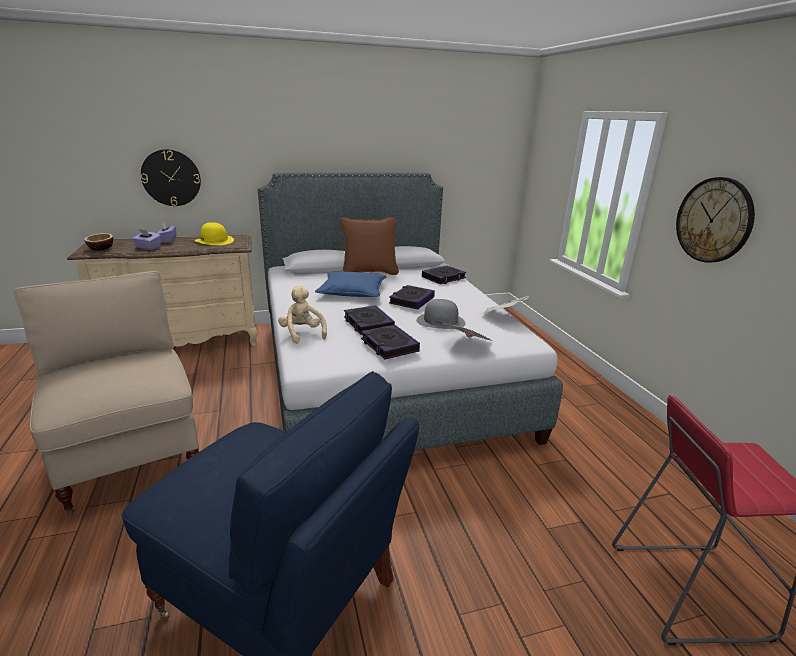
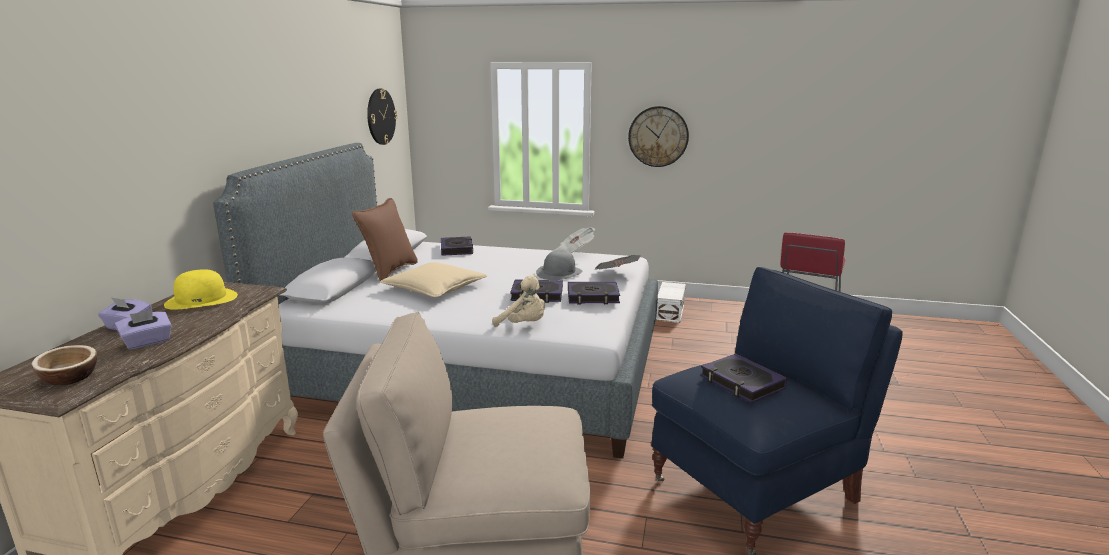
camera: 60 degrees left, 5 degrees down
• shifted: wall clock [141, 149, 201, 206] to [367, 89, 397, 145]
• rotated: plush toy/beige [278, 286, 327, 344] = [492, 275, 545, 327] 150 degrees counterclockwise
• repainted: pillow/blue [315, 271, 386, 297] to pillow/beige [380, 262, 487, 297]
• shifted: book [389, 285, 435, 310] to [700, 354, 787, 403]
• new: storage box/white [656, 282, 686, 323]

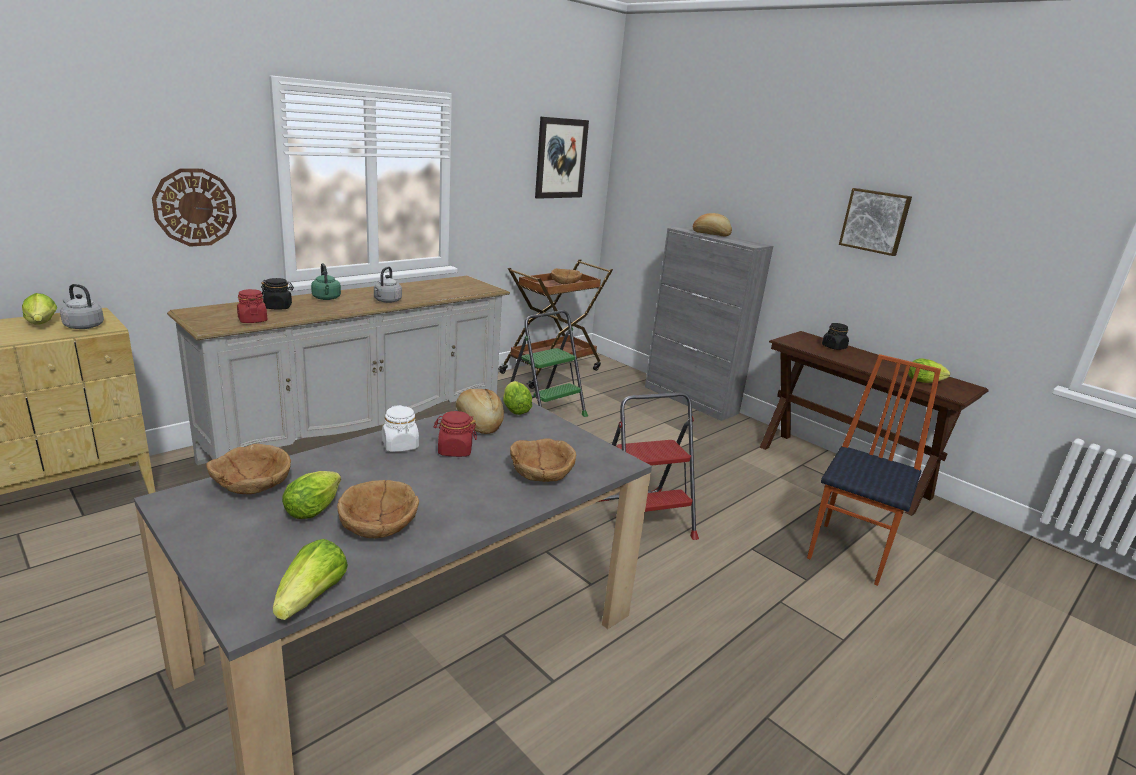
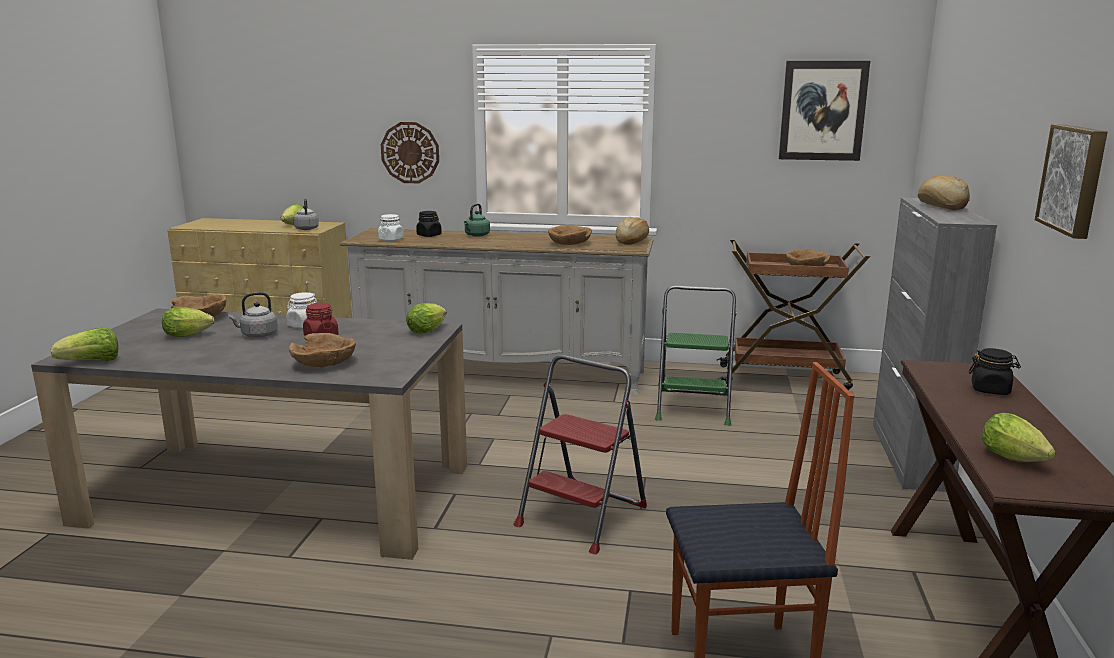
camera: 55 degrees right, 5 degrees down
• repainted: jar/red [237, 289, 268, 323] to jar/white [378, 214, 404, 241]
• shifted: bowl/brown [337, 480, 419, 539] to [548, 225, 592, 245]
• shifted: kettle/grey [374, 266, 402, 303] to [228, 292, 278, 338]
• shifted: bread [456, 389, 504, 434] to [616, 217, 649, 245]

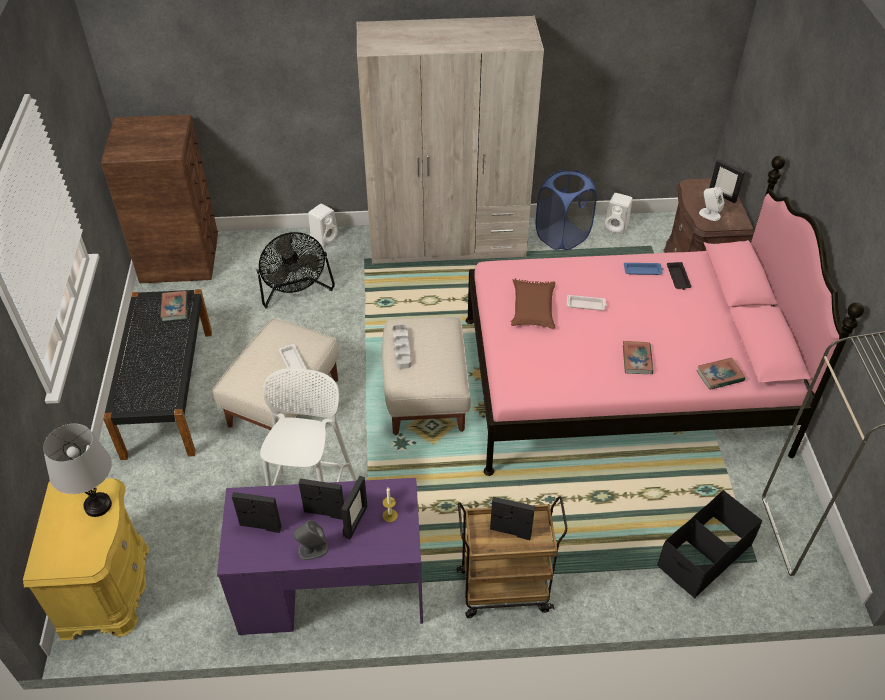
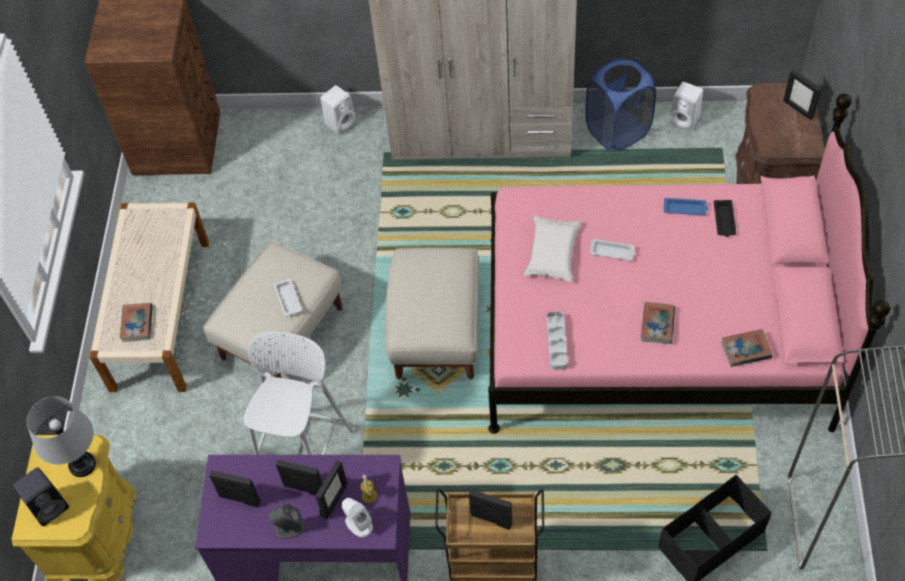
camera: 10 degrees right, 10 degrees up
• repainted: bench/black [103, 289, 212, 460] to bench/beige [89, 202, 209, 392]
• shifted: book [160, 291, 188, 321] to [120, 303, 153, 342]
• gone: fan/black [256, 232, 335, 308]
• shifted: tray/grey [393, 325, 412, 369] to [547, 311, 568, 370]
• repainted: pillow/brown [511, 278, 555, 329] to pillow/white [524, 215, 581, 282]
• shifted: speaker/white [699, 187, 724, 221] to [342, 498, 373, 537]
• new: speaker/black [13, 467, 69, 526]

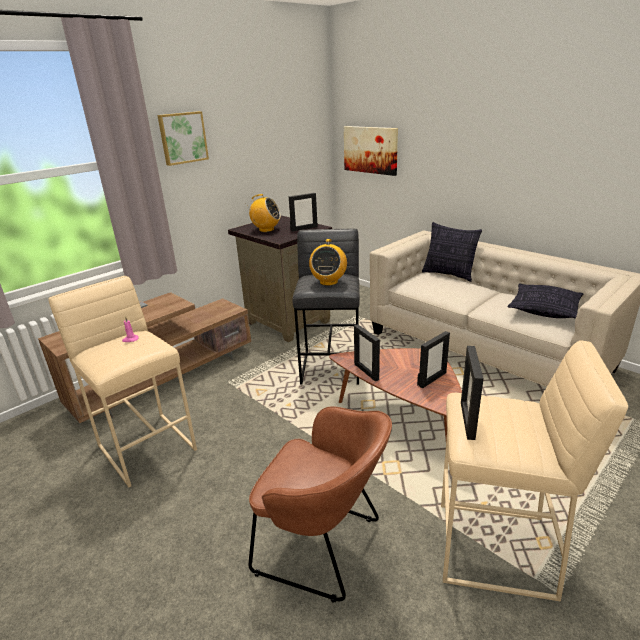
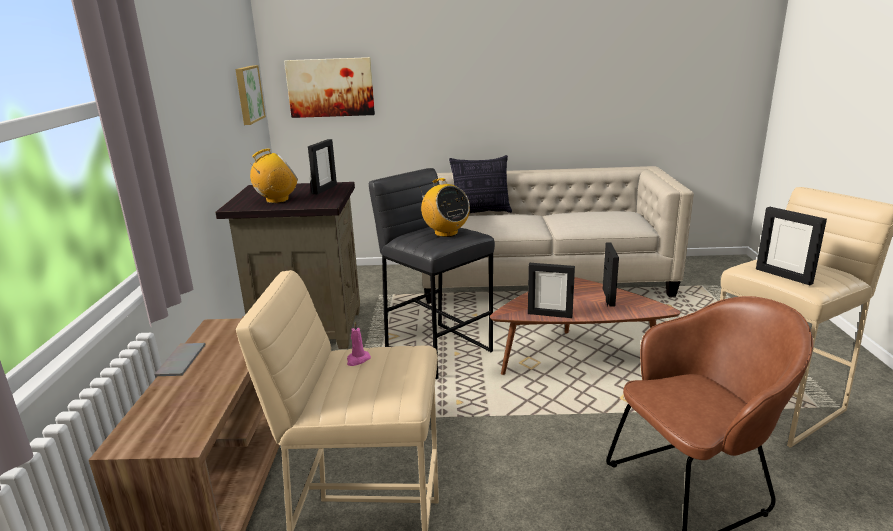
camera: 45 degrees left, 5 degrees down
• shifted: picture [157, 111, 209, 166] to [235, 65, 266, 125]
• gone: pillow [507, 283, 583, 319]

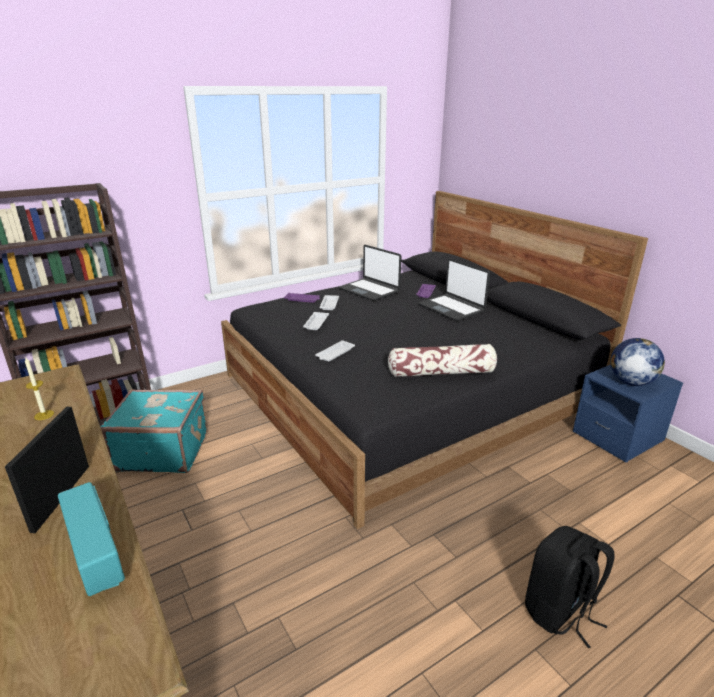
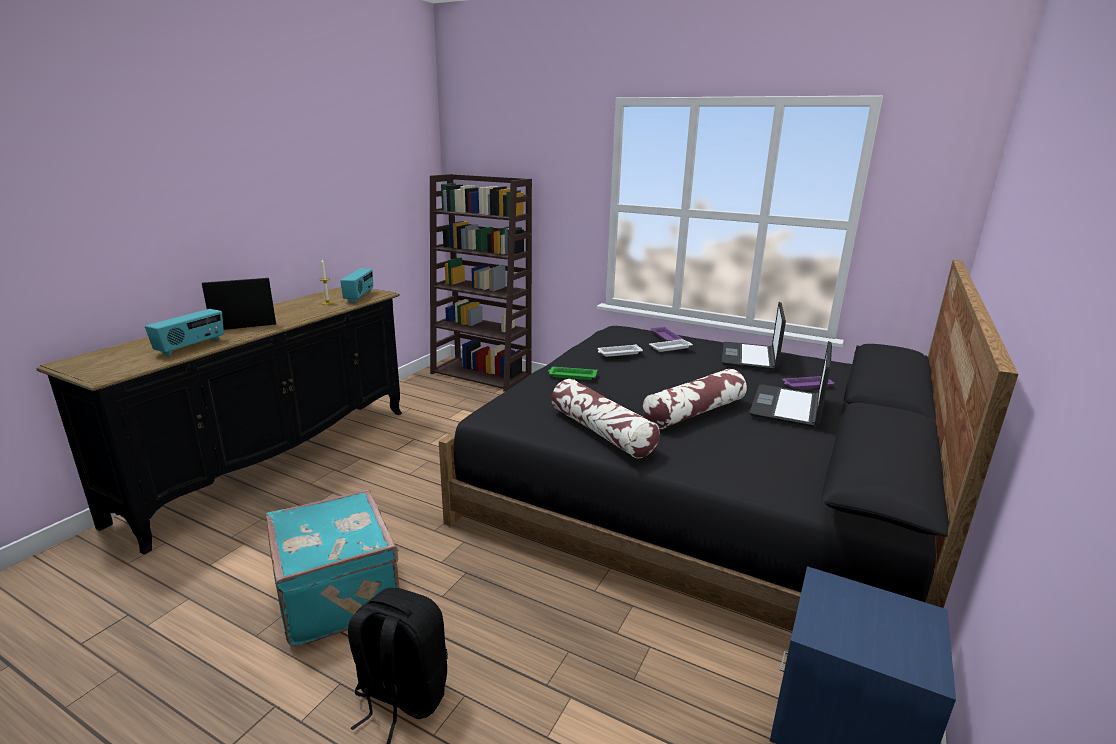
camera: 60 degrees right, 5 degrees down
• shifted: suitcase/turquoise [100, 389, 207, 473] to [266, 489, 399, 647]
• repainted: tray/white [315, 340, 355, 362] to tray/green [548, 367, 597, 380]
• gone: globe [610, 338, 665, 386]
• new: radio [340, 269, 373, 302]
• new: pillow [643, 369, 747, 429]

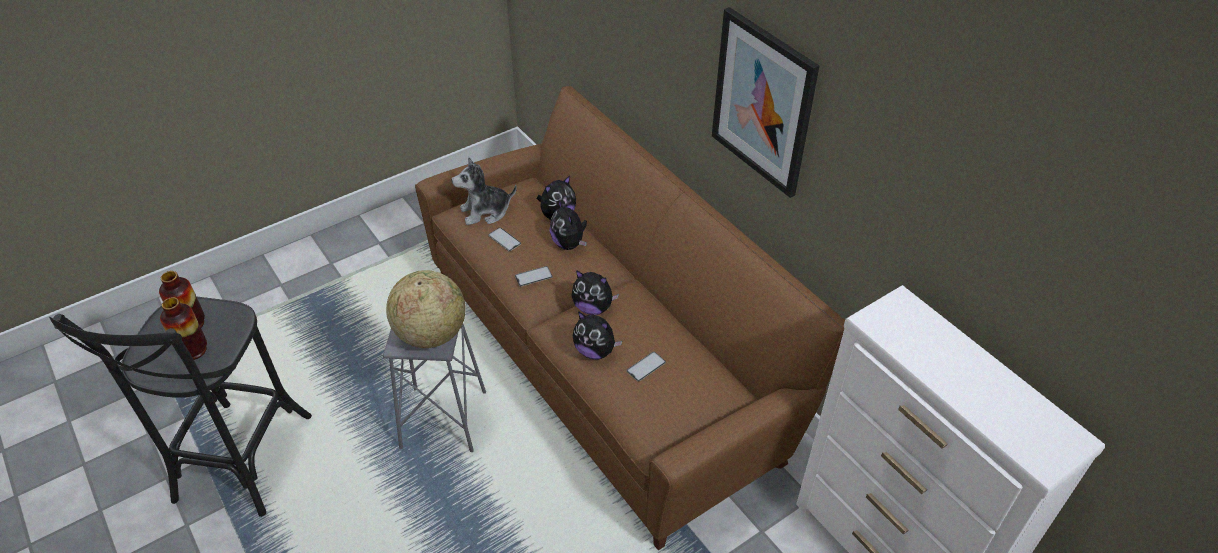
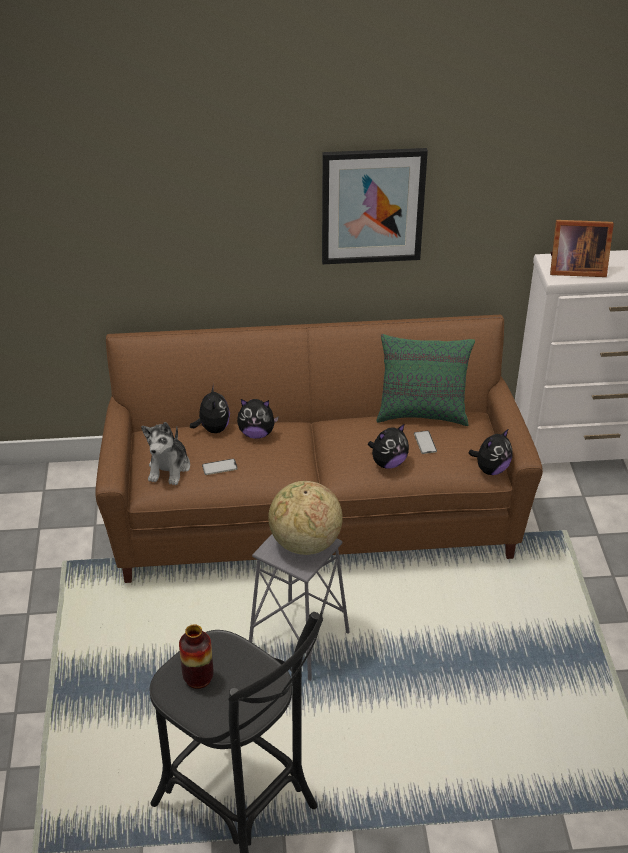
camera: 60 degrees left, 5 degrees down
• gone: vase [160, 297, 207, 360]
• gone: phone [515, 266, 553, 287]
• shifted: plush toy [571, 270, 619, 315] to [469, 429, 513, 475]
• new: pillow/green [377, 334, 475, 426]
• new: picture frame [550, 220, 614, 277]

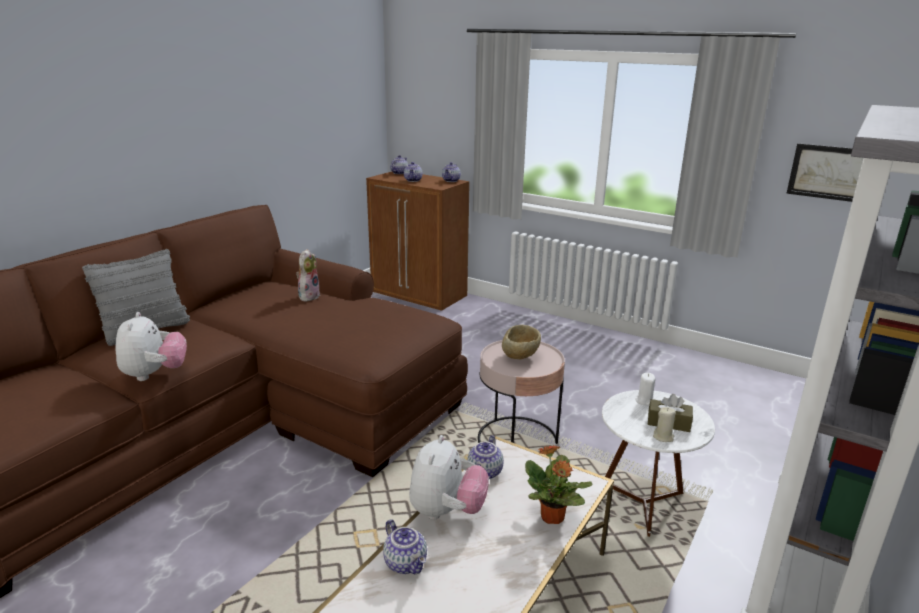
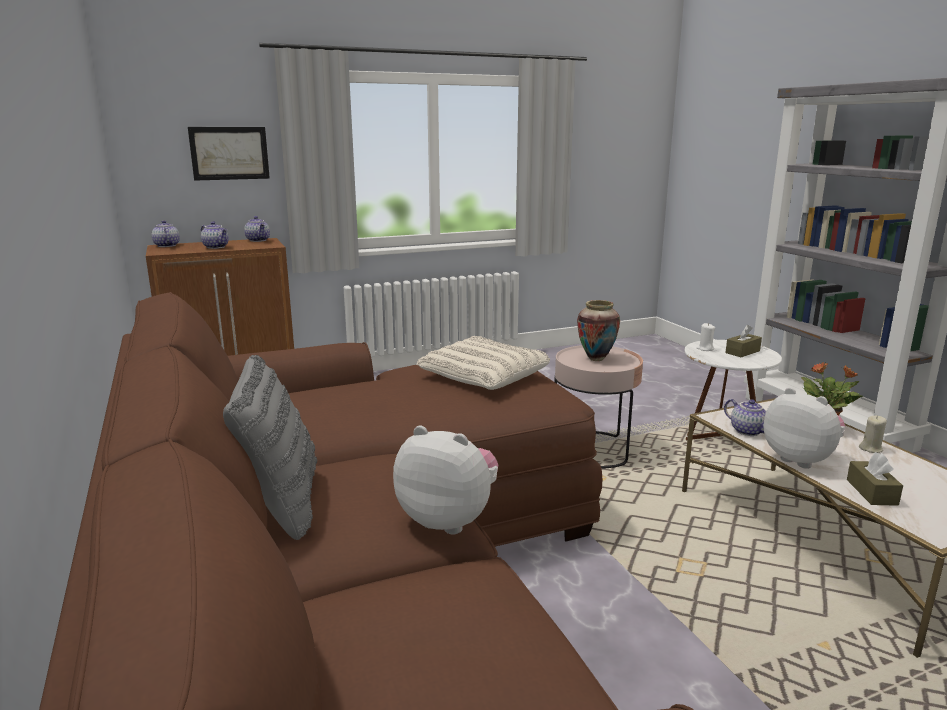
camera: 55 degrees left, 5 degrees down
• gone: plush toy [296, 249, 320, 302]
• swapped: teapot [383, 519, 427, 574] to tissue box/brown [847, 452, 903, 506]
• swapped: bowl/beige [502, 324, 541, 359] to vase [577, 300, 620, 361]
• shifted: candle/beige [653, 407, 675, 442] to [859, 416, 887, 453]
• shifted: picture [786, 143, 863, 202] to [188, 127, 270, 181]
• new: pillow/beige [417, 336, 550, 390]

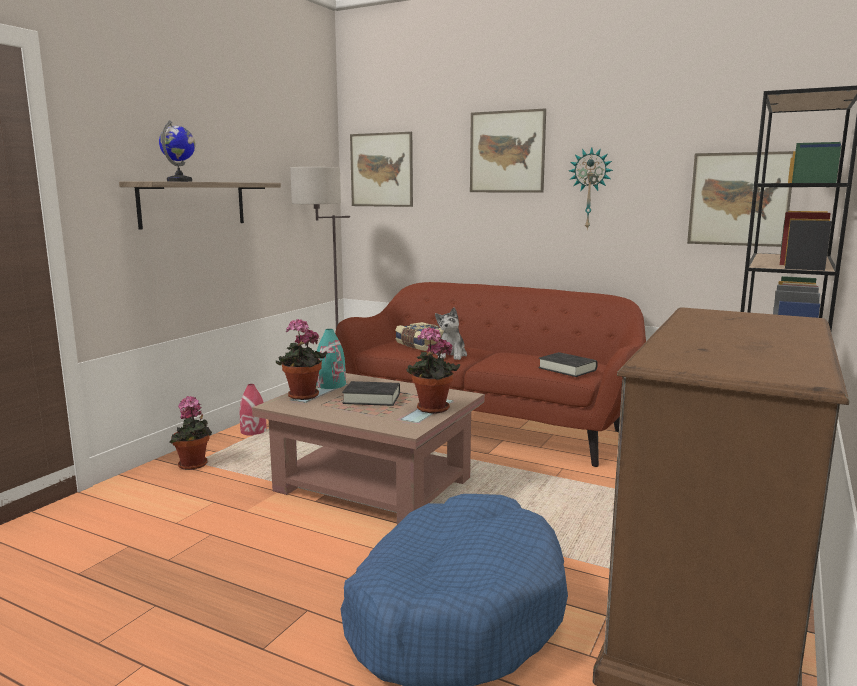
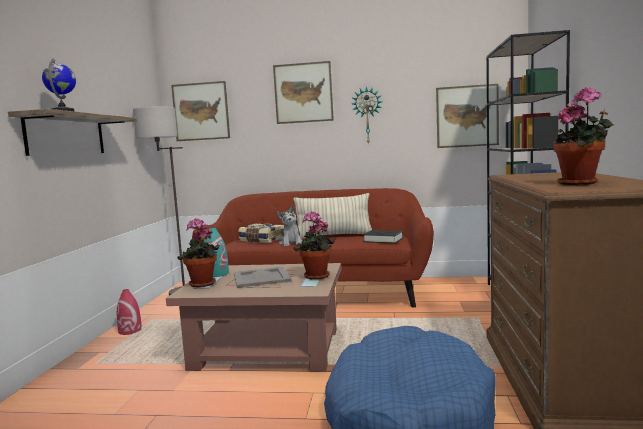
camera: 20 degrees left, 5 degrees down
• shifted: potted plant [169, 396, 212, 470] to [553, 87, 614, 185]
• swapped: book/black [342, 381, 400, 406] to tray/grey [234, 267, 291, 288]
• new: pillow [293, 193, 372, 239]

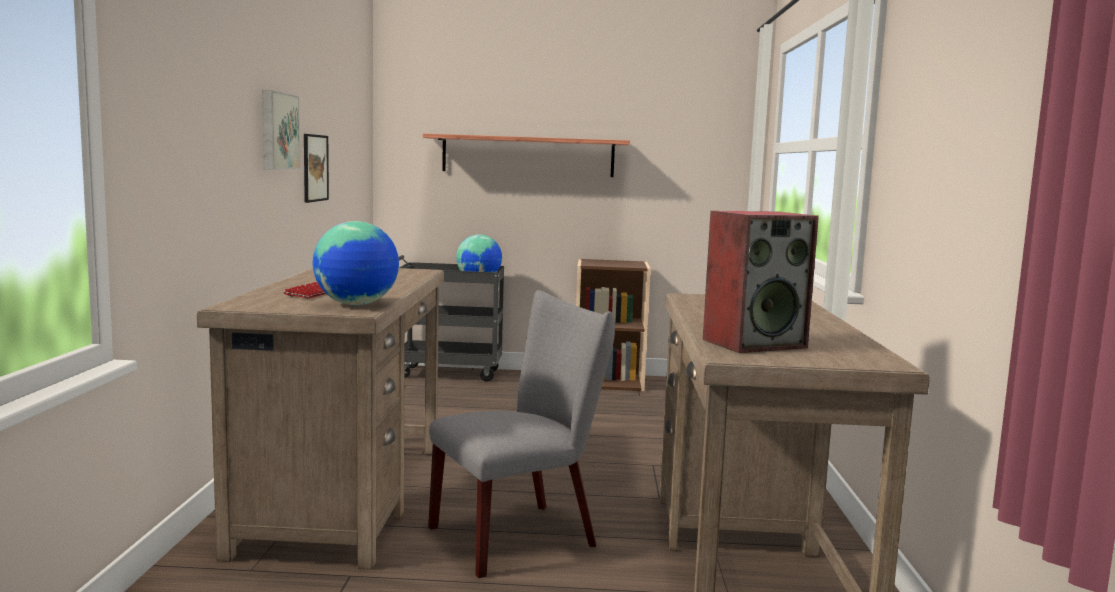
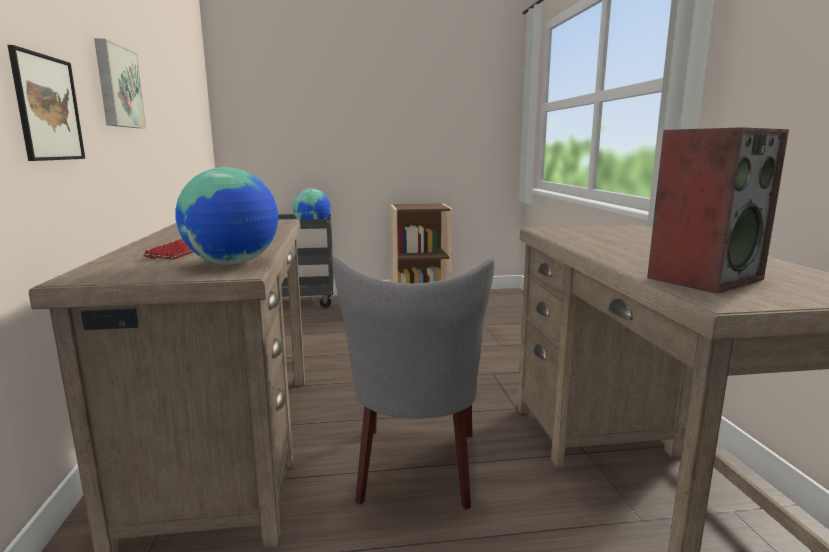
camera: 10 degrees left, 5 degrees up
• shifted: picture [304, 134, 329, 203] to [8, 45, 85, 161]
• gone: shelf [423, 134, 630, 177]
• rotated: chair/grey [428, 290, 615, 578] = [332, 257, 494, 510] 135 degrees clockwise

